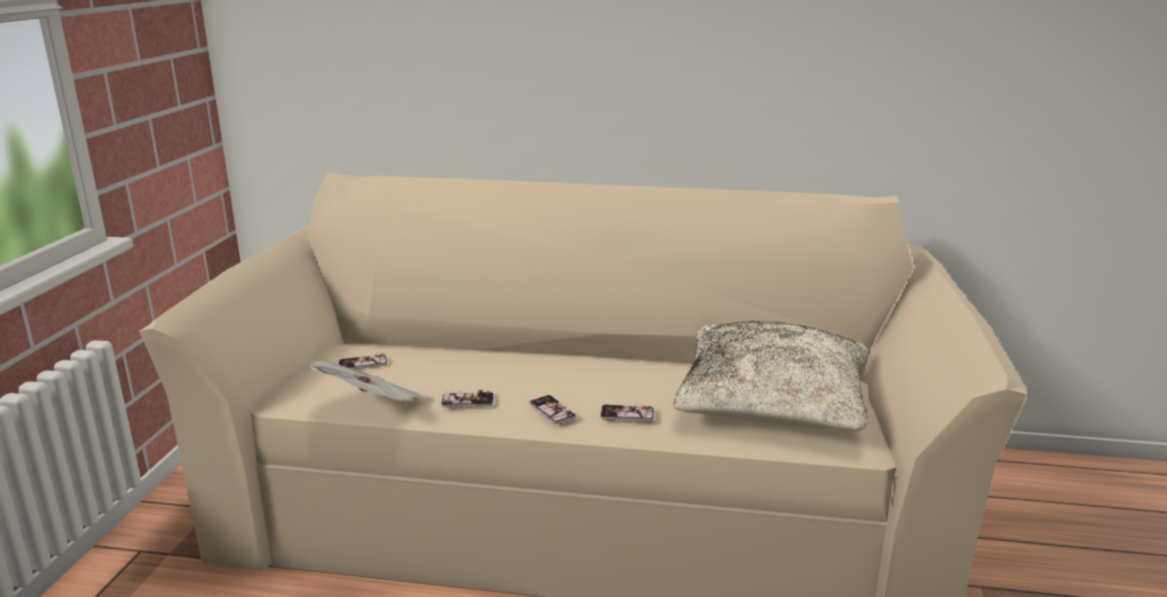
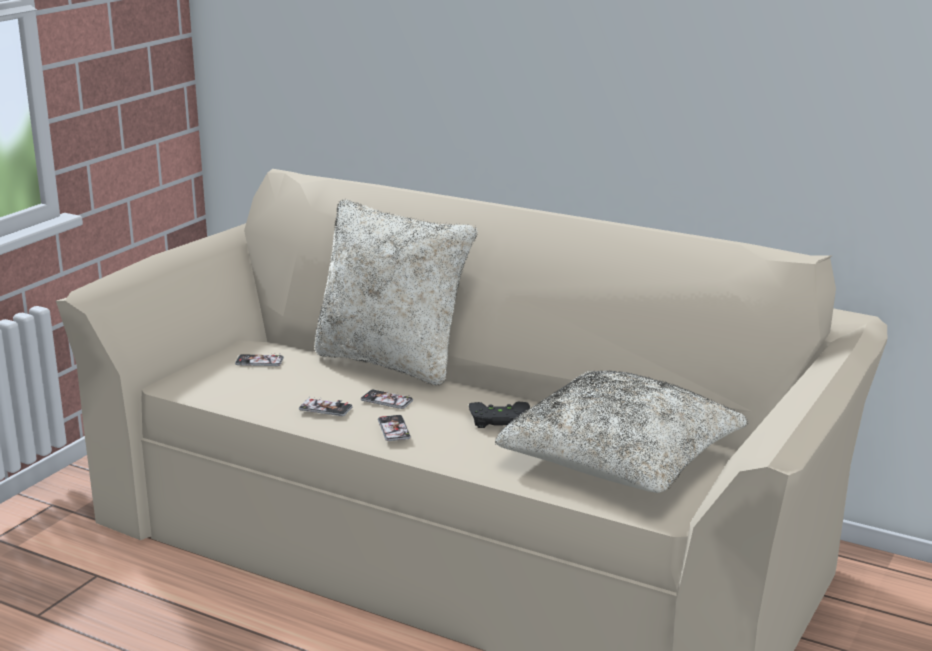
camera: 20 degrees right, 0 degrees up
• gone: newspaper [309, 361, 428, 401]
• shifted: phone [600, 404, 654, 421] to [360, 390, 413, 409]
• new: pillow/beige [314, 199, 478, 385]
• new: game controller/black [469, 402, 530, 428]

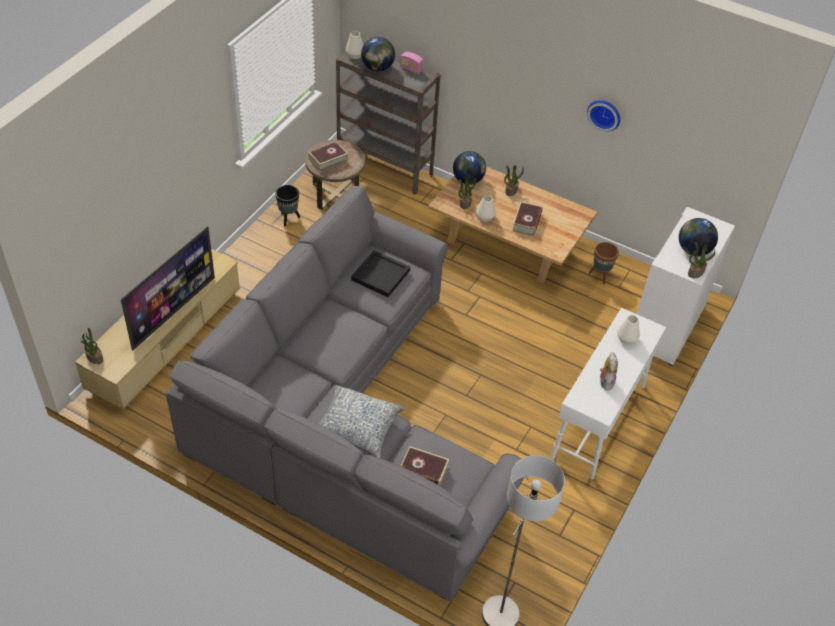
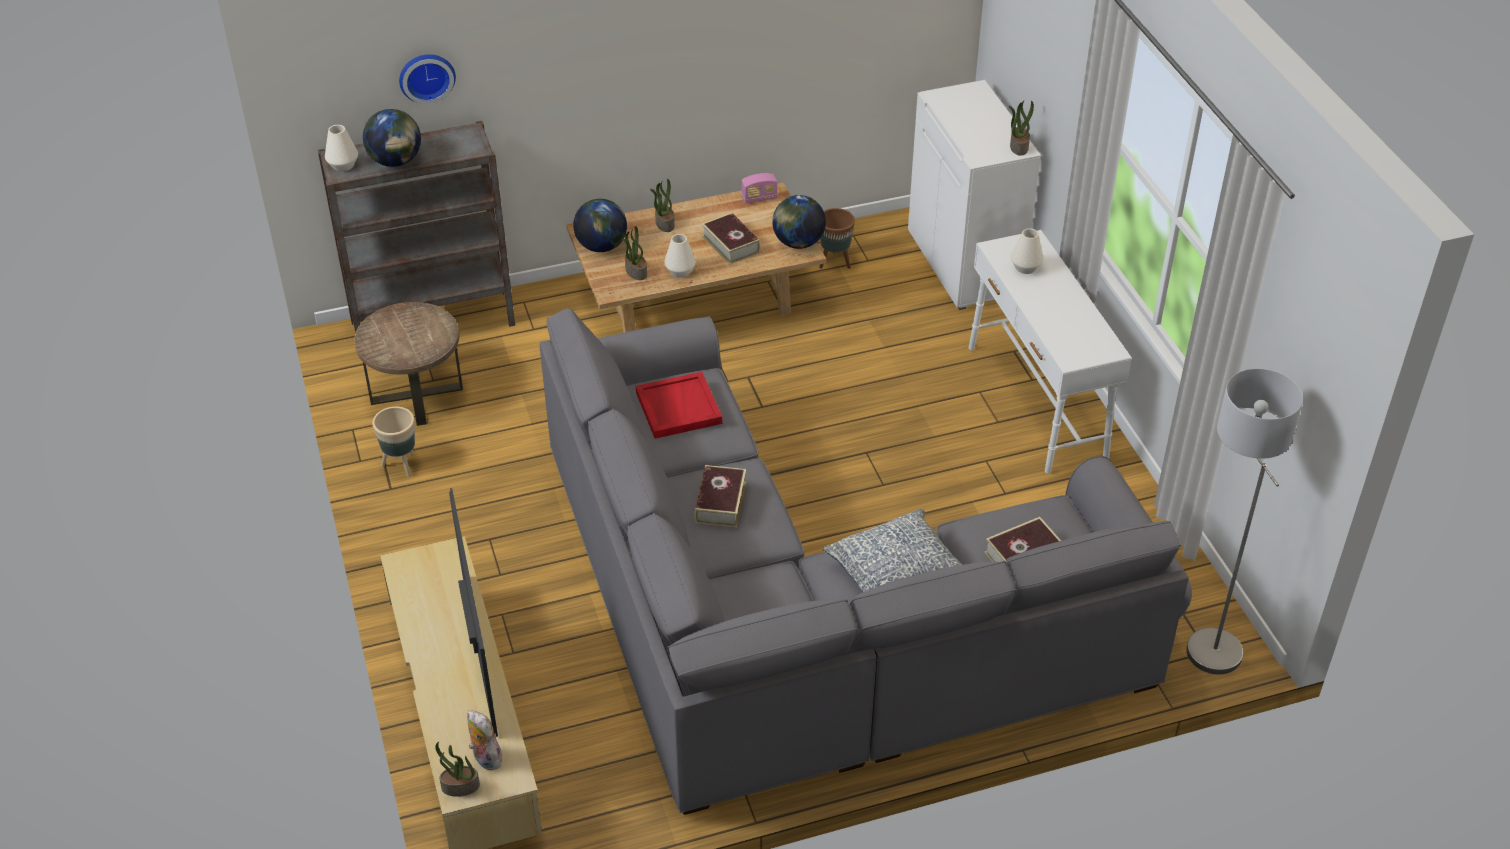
camera: 45 degrees left, 5 degrees down
• repainted: planter/black [275, 185, 300, 226] to planter/beige [372, 407, 415, 477]
• shifted: book [308, 142, 348, 172] to [694, 465, 746, 528]
• repainted: tray/black [351, 250, 410, 297] to tray/red [636, 372, 722, 439]
• shifted: radio [400, 52, 423, 74] to [741, 173, 778, 203]
• shifted: wall clock [587, 100, 620, 132] to [399, 54, 456, 104]
• shifted: plush toy [600, 352, 618, 392] to [467, 710, 502, 770]
• shifted: globe [679, 218, 718, 256] to [772, 195, 826, 249]

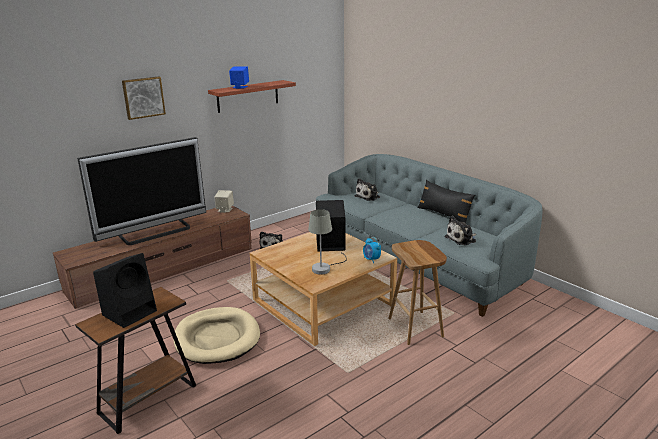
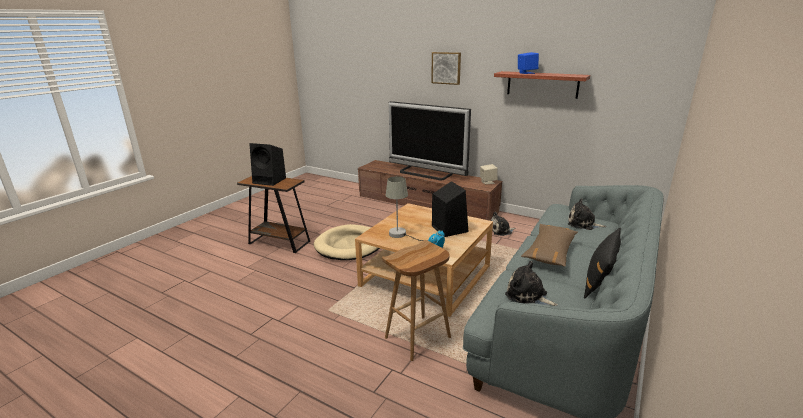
camera: 70 degrees right, 0 degrees up
• new: pillow/brown [521, 224, 578, 267]

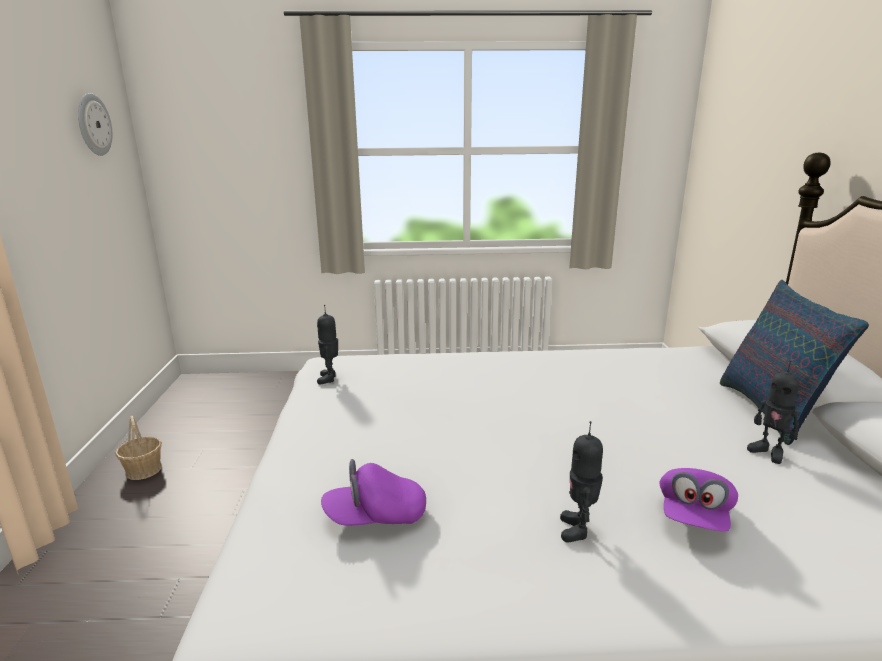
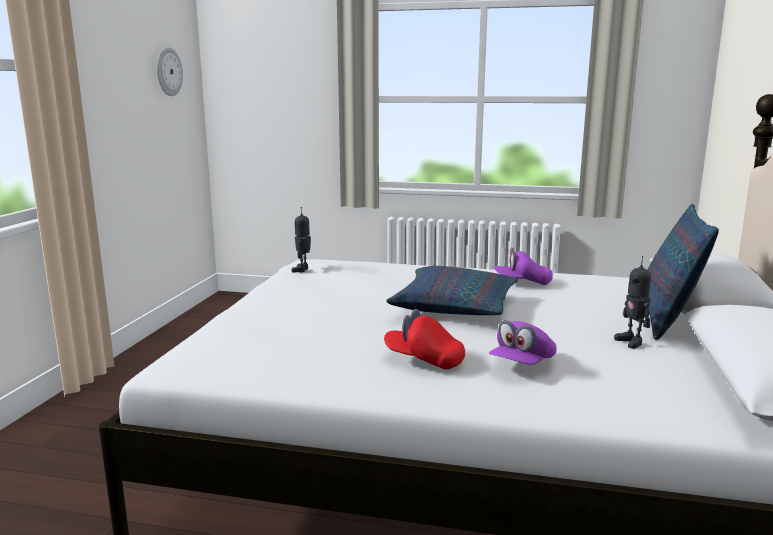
camera: 15 degrees right, 5 degrees down
• gone: basket [115, 416, 162, 480]
• shifted: cap/purple [321, 459, 426, 526] to [493, 248, 553, 285]
• swapped: toy robot [560, 421, 603, 542] to cap/red [384, 309, 465, 369]
• new: pillow/blue [386, 266, 518, 315]

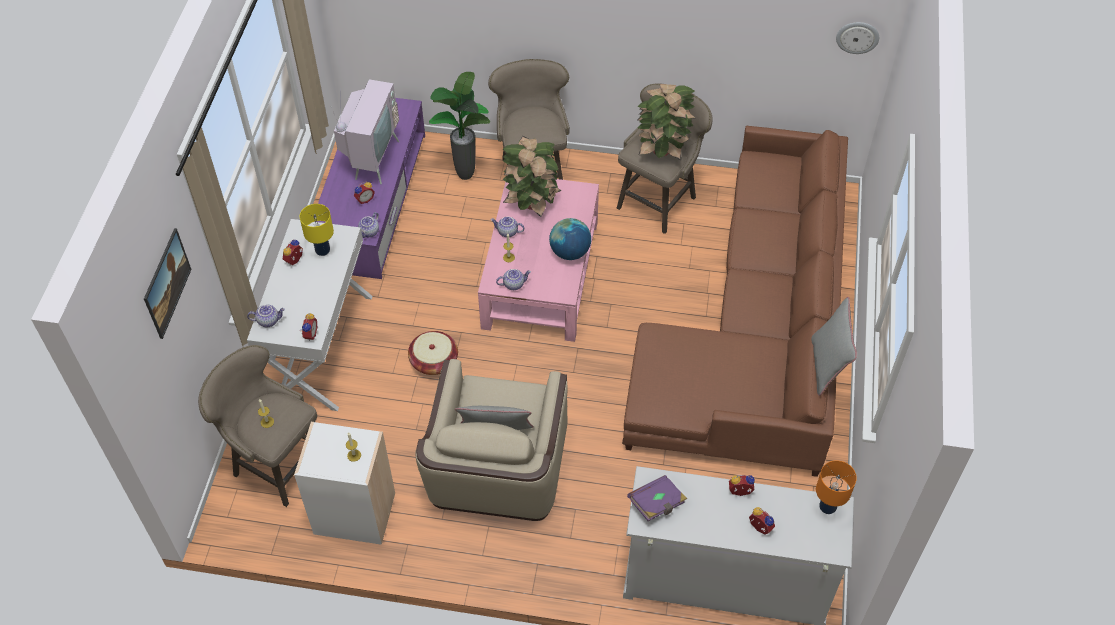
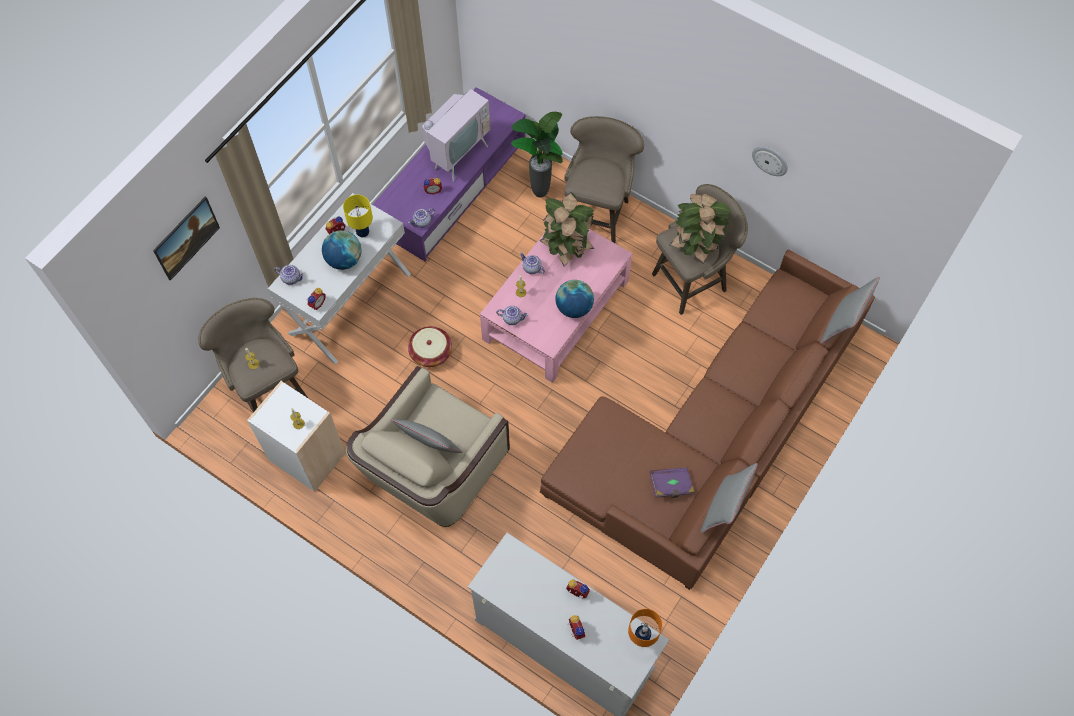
camera: 25 degrees right, 10 degrees up
• shifted: book/purple [627, 475, 687, 521] to [649, 467, 694, 498]
• shifted: wall clock [836, 22, 879, 54] to [752, 147, 788, 176]
• new: globe [322, 230, 361, 270]
• new: pillow/grey [820, 277, 880, 344]

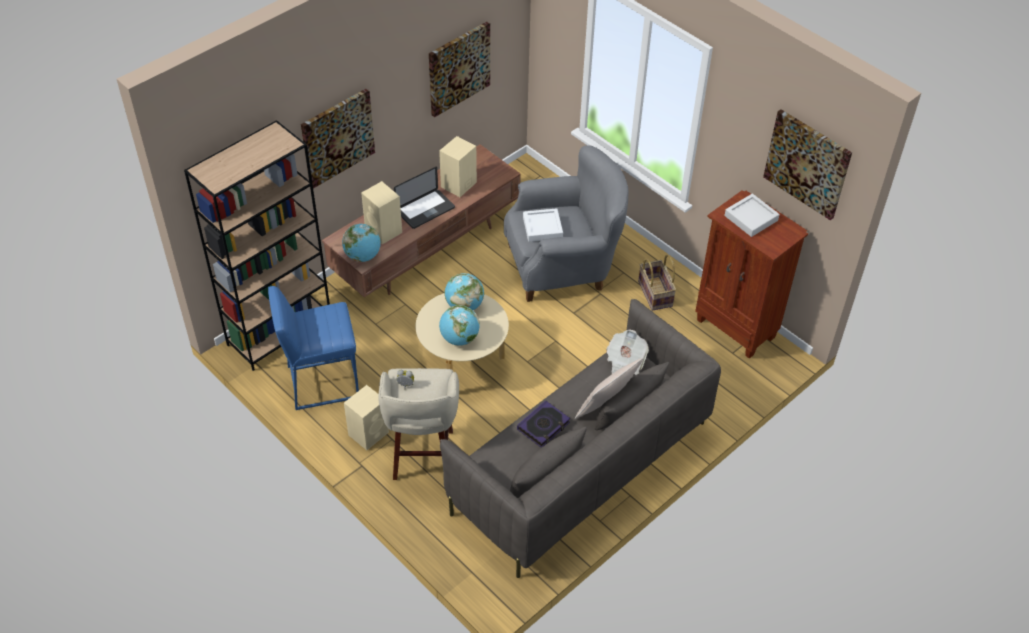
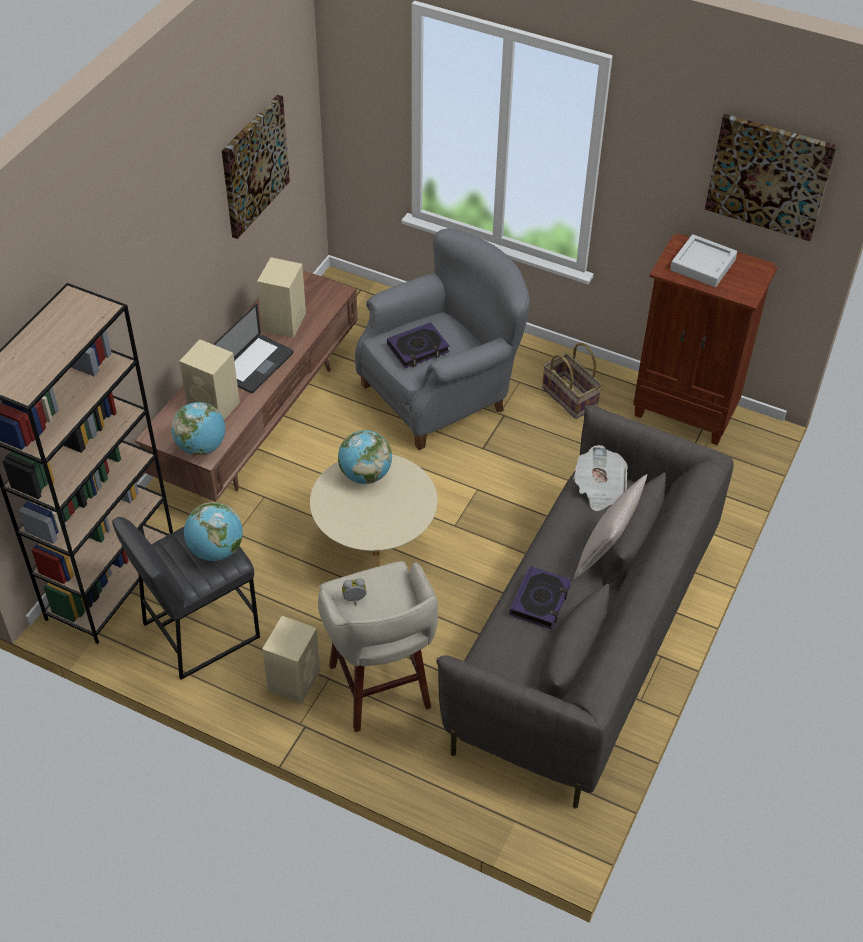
camera: 20 degrees left, 0 degrees up
• repainted: stool/blue [268, 286, 359, 410] to stool/grey [112, 517, 260, 680]
• gone: picture [301, 88, 375, 188]
• shifted: globe [439, 305, 480, 346] to [184, 502, 243, 561]
• swapped: tray/white [523, 208, 563, 242] to book [387, 322, 450, 368]

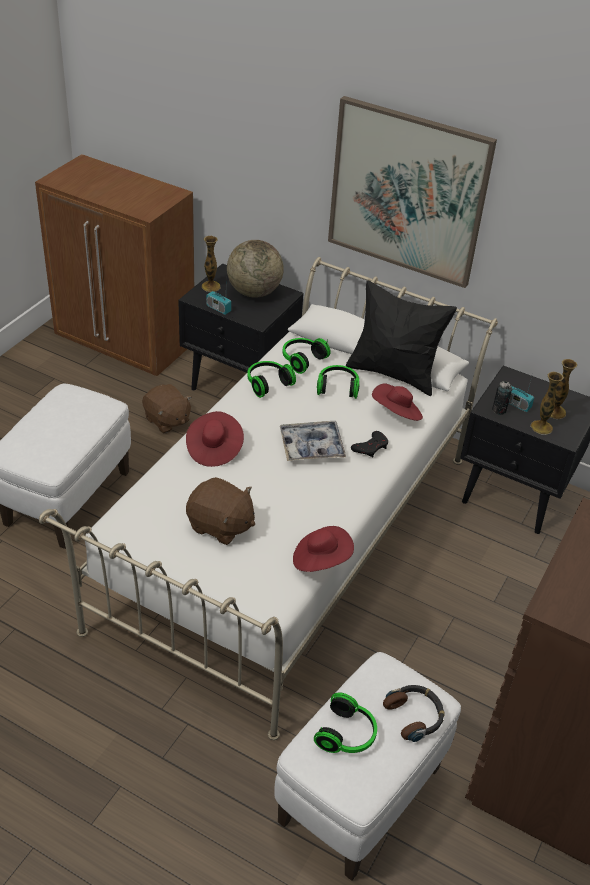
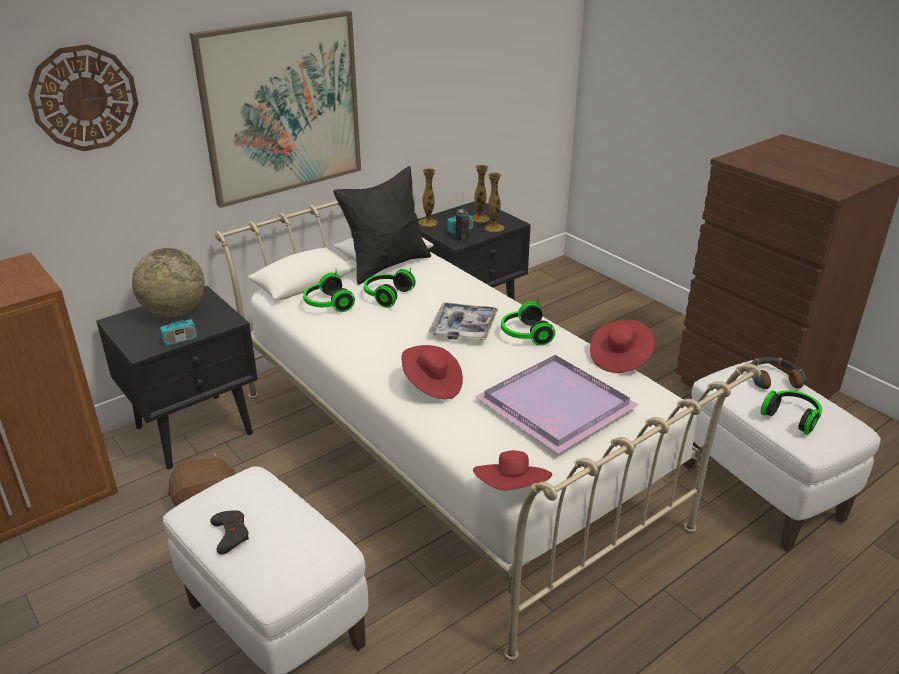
camera: 65 degrees left, 10 degrees down
• swapped: plush toy/brown [186, 477, 255, 545] to tray/purple [475, 355, 639, 454]
• shifted: vase [202, 236, 221, 292] to [419, 168, 438, 227]
• shifted: headphones [247, 361, 296, 398] to [501, 297, 555, 346]
• shifted: game controller/black [351, 431, 388, 458] to [210, 510, 249, 555]
• shifted: hat/red [372, 383, 423, 421] to [473, 450, 552, 491]
• new: wall clock [28, 44, 139, 151]

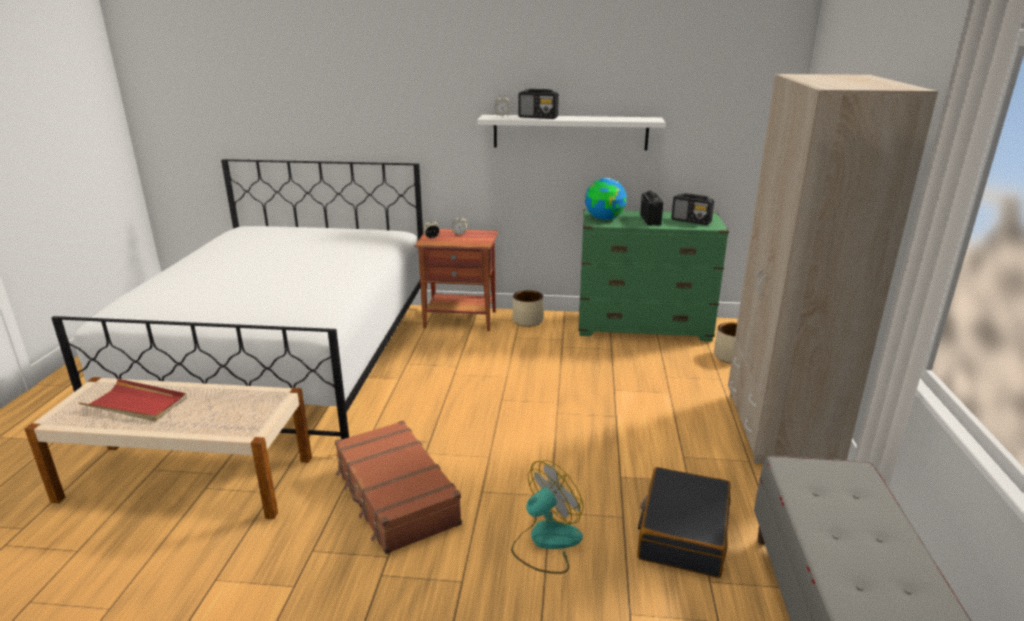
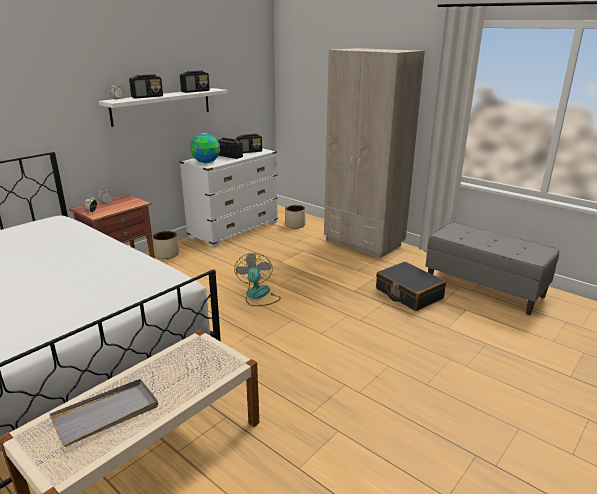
camera: 55 degrees left, 0 degrees up
• repainted: tray/red [79, 379, 187, 422] to tray/grey [50, 379, 158, 447]
• gone: suitcase/brown [335, 420, 462, 554]
• shifted: fan [511, 460, 583, 574] to [234, 253, 281, 306]
• repainted: dresser/green [579, 209, 729, 342] to dresser/white [180, 148, 278, 248]
• new: radio [180, 71, 210, 93]

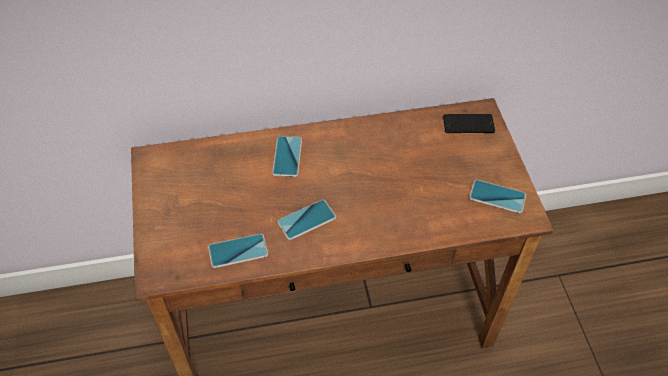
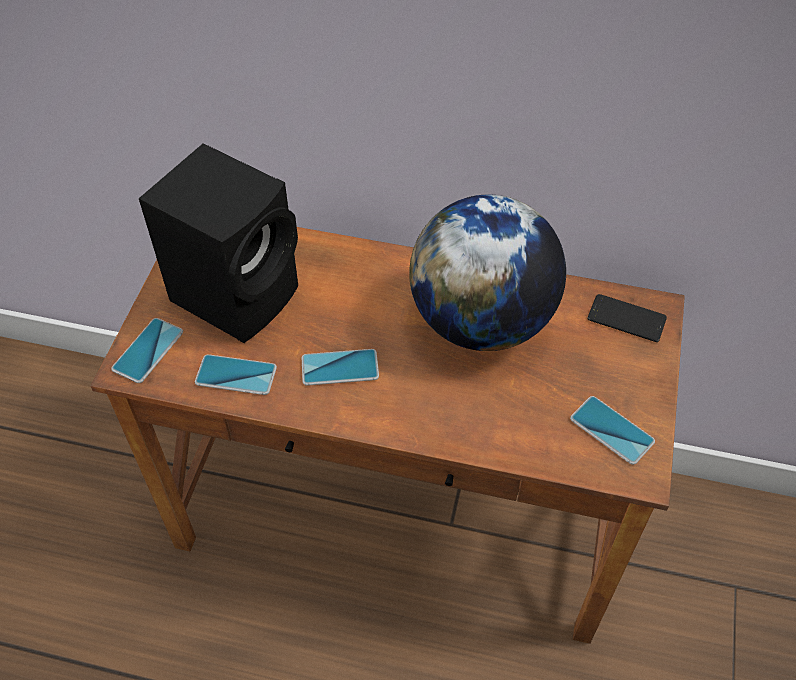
camera: 25 degrees right, 0 degrees up
• shifted: phone [272, 136, 302, 177] to [111, 318, 183, 383]
• new: speaker/black [139, 143, 298, 343]
• new: globe [409, 195, 566, 351]

